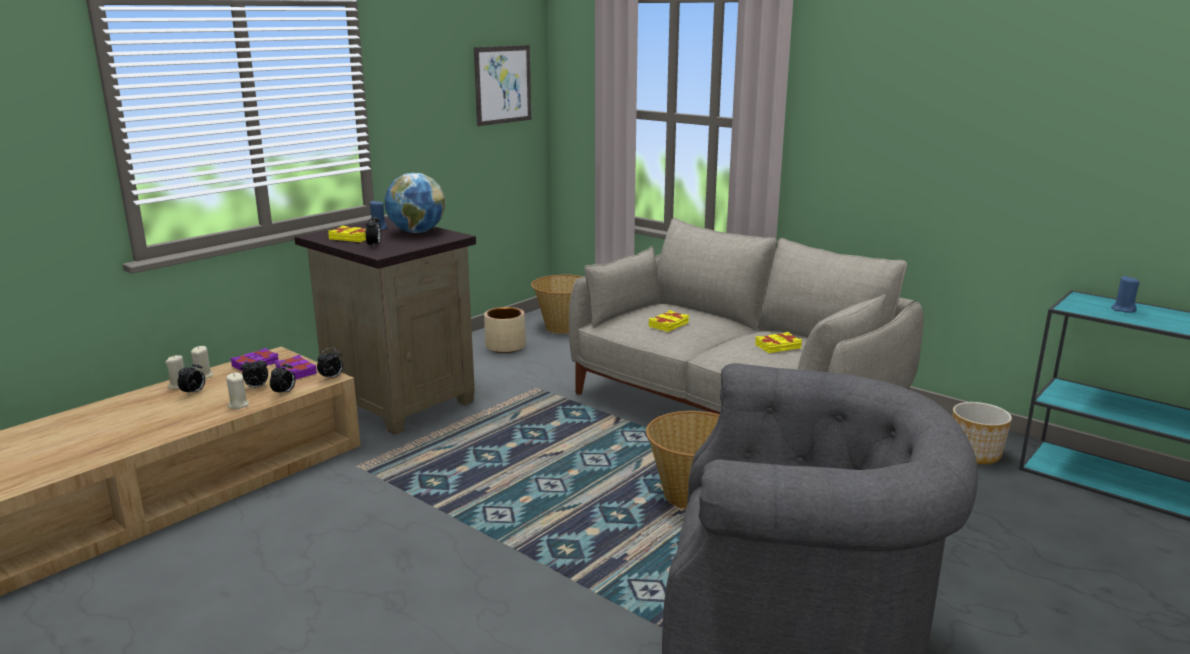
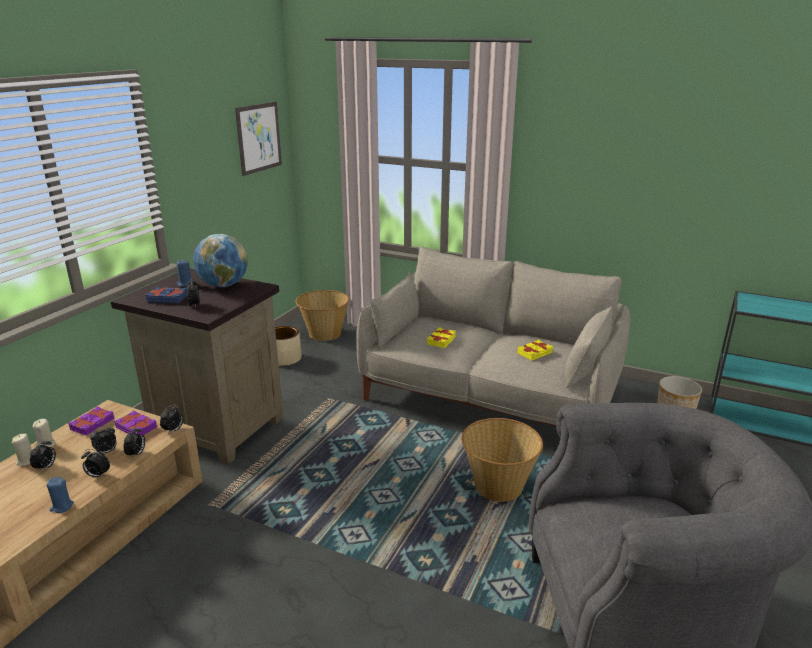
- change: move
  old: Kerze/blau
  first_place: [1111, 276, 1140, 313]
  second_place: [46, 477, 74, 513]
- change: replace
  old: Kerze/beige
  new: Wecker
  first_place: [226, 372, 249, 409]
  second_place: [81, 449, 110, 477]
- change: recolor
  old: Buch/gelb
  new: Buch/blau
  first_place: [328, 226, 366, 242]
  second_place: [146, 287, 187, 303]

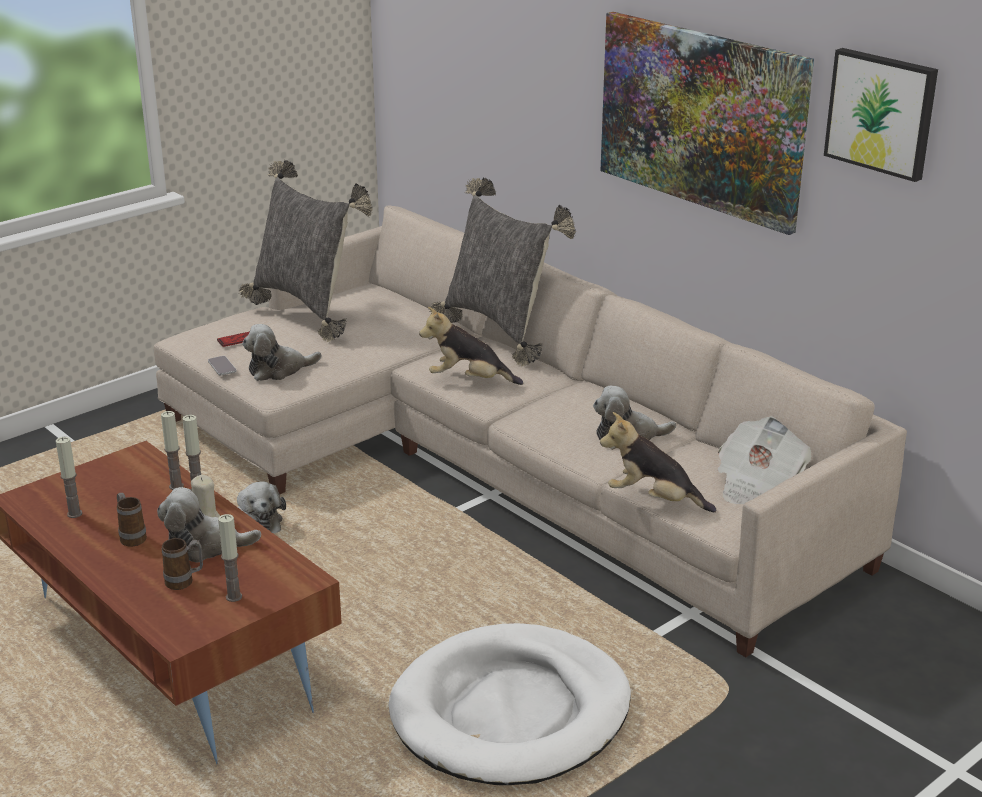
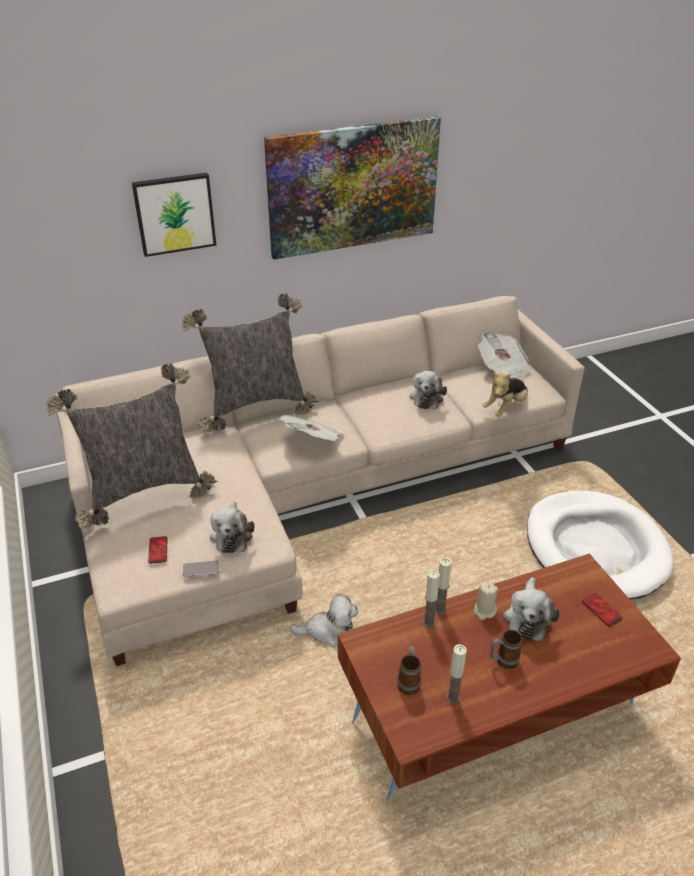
- change: move
  old: Henkelbecher
  first_place: [162, 538, 203, 590]
  second_place: [397, 646, 421, 695]
- change: move
  old: Bild
  first_place: [824, 48, 938, 182]
  second_place: [132, 173, 216, 257]
- change: replace
  old: Kerze
  new: Handy
  first_place: [218, 514, 242, 602]
  second_place: [582, 593, 623, 627]
- change: replace
  old: Plüschtier
  new: Zeitung
  first_place: [419, 307, 523, 385]
  second_place: [280, 415, 344, 441]

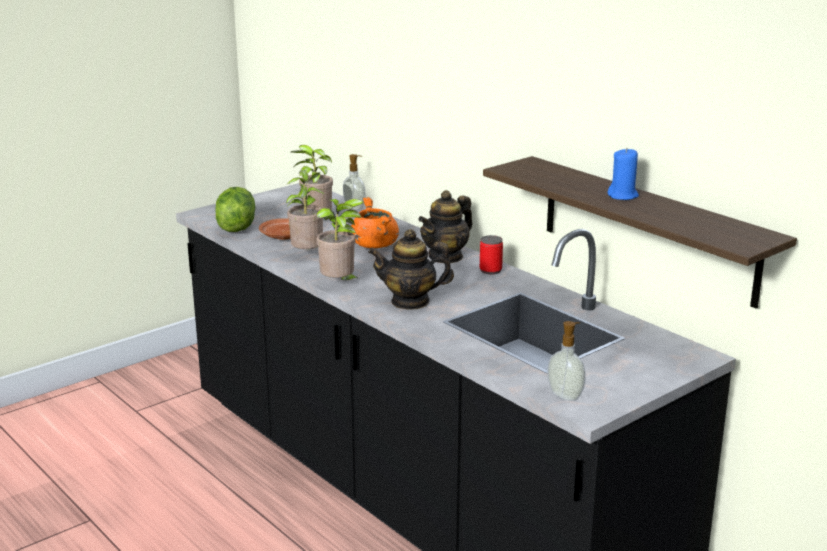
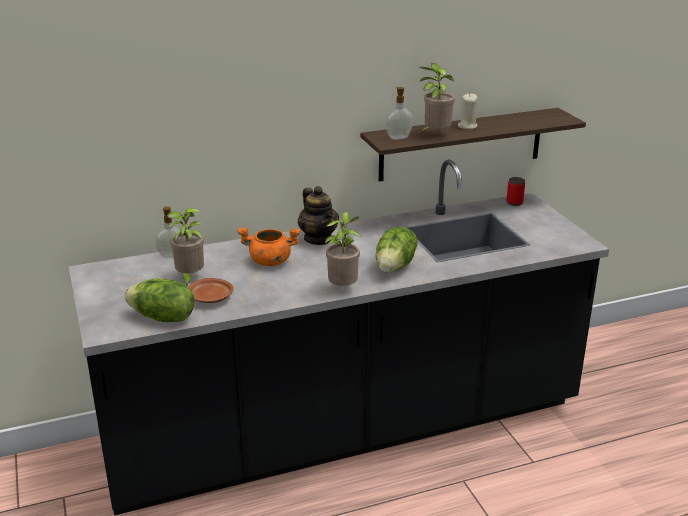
- change: move
  old: Topfpflanze
  first_place: [286, 170, 324, 249]
  second_place: [419, 63, 455, 132]
- change: move
  old: Dose
  first_place: [480, 235, 503, 274]
  second_place: [506, 177, 525, 206]
- change: move
  old: Seifenspender
  first_place: [547, 321, 586, 401]
  second_place: [386, 87, 413, 139]
- change: replace
  old: Teekanne
  new: Salatkopf
  first_place: [368, 229, 454, 310]
  second_place: [376, 227, 417, 273]
- change: recolor
  old: Kerze/blau
  new: Kerze/beige
  first_place: [608, 148, 639, 200]
  second_place: [458, 94, 478, 129]

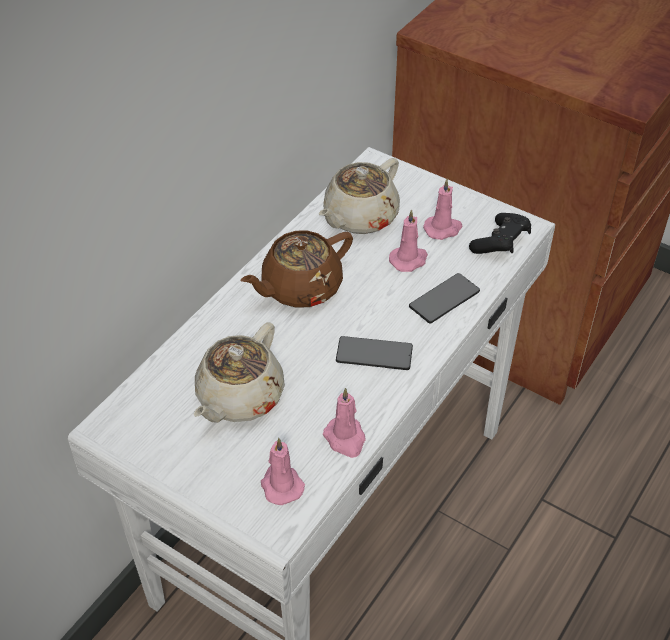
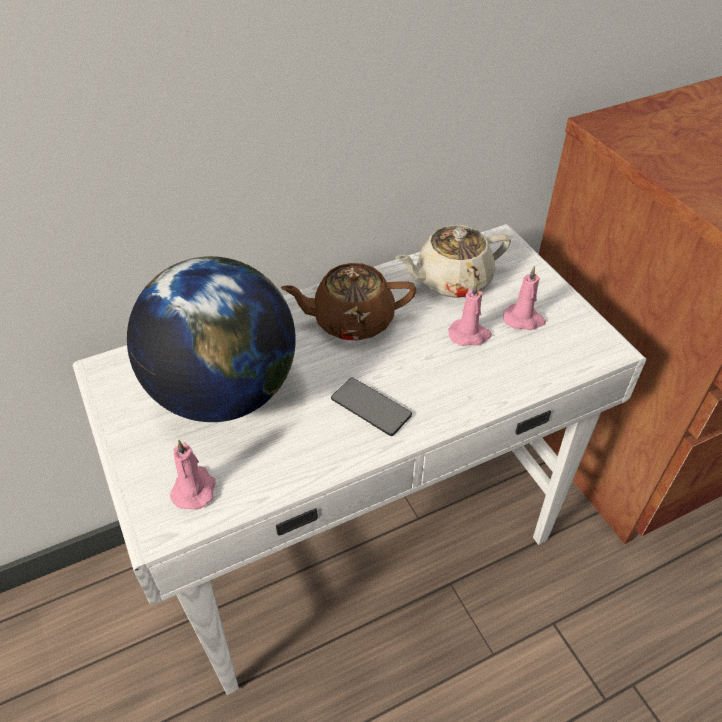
- change: delete
  old: Kerze/rosa
  first_place: [323, 388, 366, 458]
- change: delete
  old: Handy
  first_place: [409, 273, 480, 323]
- change: delete
  old: Gamepad/schwarz
  first_place: [469, 213, 531, 254]
- change: replace
  old: Teekanne/beige
  new: Globus
  first_place: [194, 322, 285, 423]
  second_place: [127, 256, 296, 422]

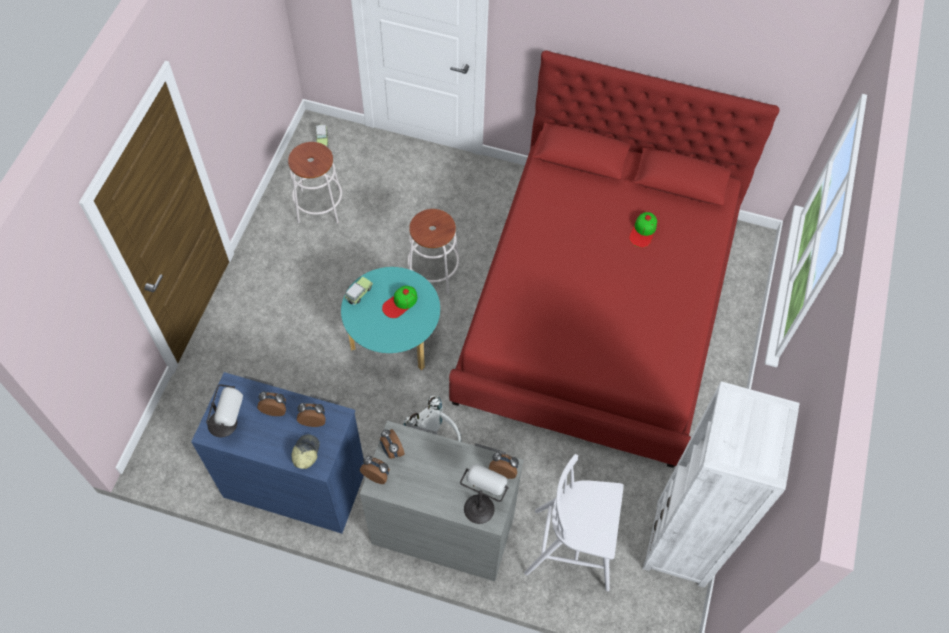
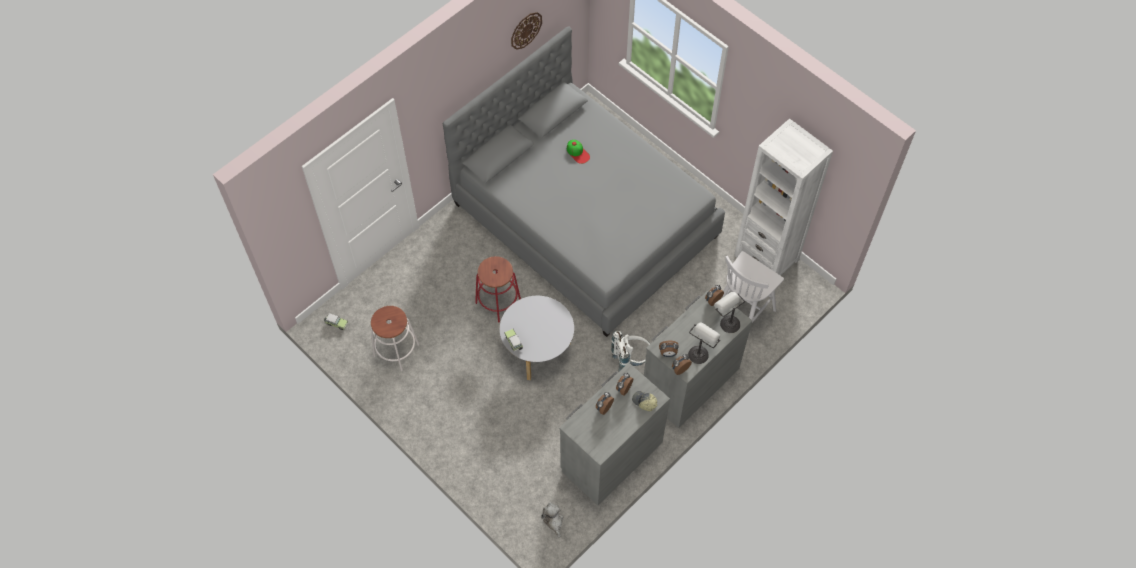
- change: delete
  old: Kappe
  first_place: [382, 286, 417, 318]
- change: insert
  new: Wanduhr
  second_place: [511, 12, 542, 50]
- change: insert
  new: Plüschtier
  second_place: [541, 503, 563, 538]
- change: move
  old: Tischlampe
  first_place: [206, 384, 243, 437]
  second_place: [688, 323, 720, 364]
- change: recolor
  old: Kommode/blau
  new: Kommode/grau
  first_place: [191, 372, 364, 533]
  second_place: [559, 363, 670, 505]
- change: recolor
  old: Couchtisch/türkis
  new: Couchtisch/grau
  first_place: [341, 267, 440, 370]
  second_place: [500, 296, 574, 381]
- change: recolor
  old: Hocker/weiß
  new: Hocker/rot
  first_place: [408, 209, 459, 294]
  second_place: [475, 256, 521, 322]
- change: recolor
  old: Bett/rot
  new: Bett/grau
  first_place: [449, 50, 779, 468]
  second_place: [443, 27, 725, 337]

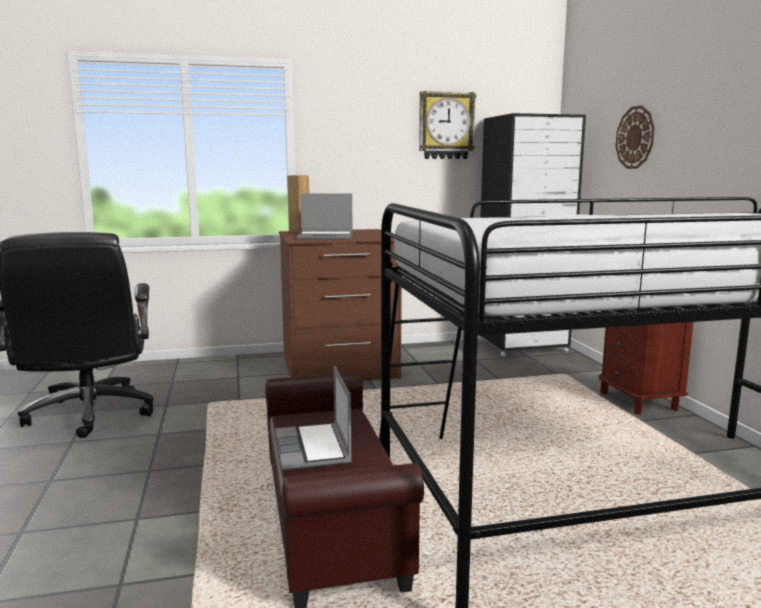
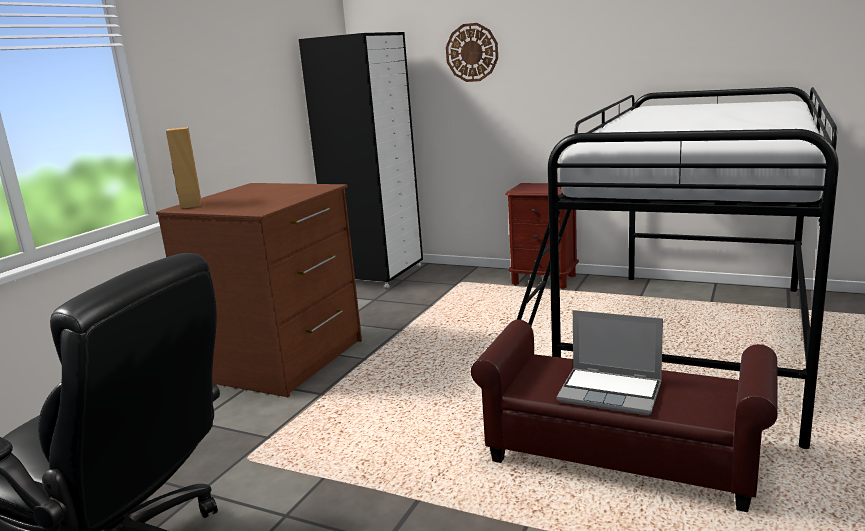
- change: delete
  old: Laptop
  first_place: [297, 194, 353, 240]
- change: delete
  old: Wanduhr
  first_place: [419, 91, 476, 159]

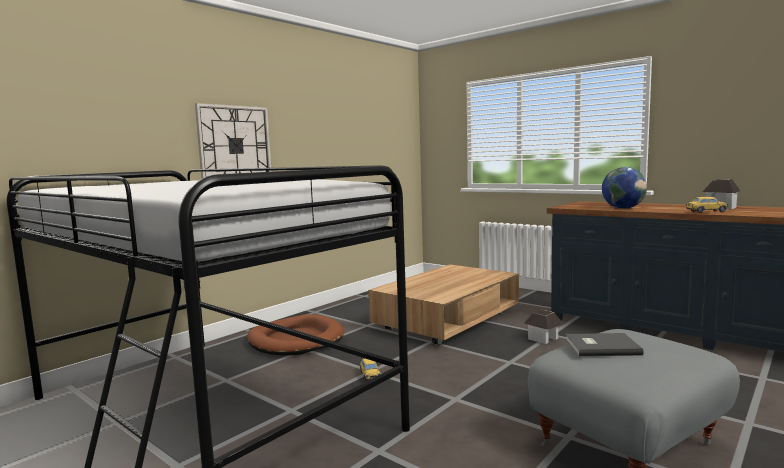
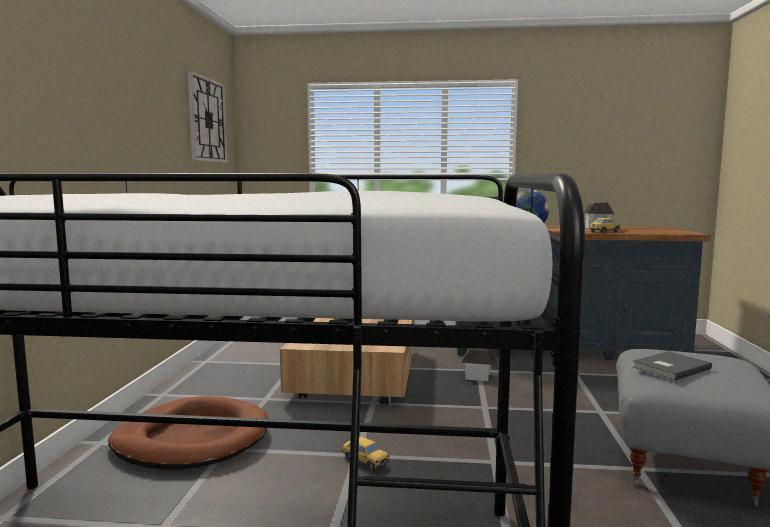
- change: move
  old: Wanduhr
  first_place: [195, 103, 272, 179]
  second_place: [188, 71, 227, 163]

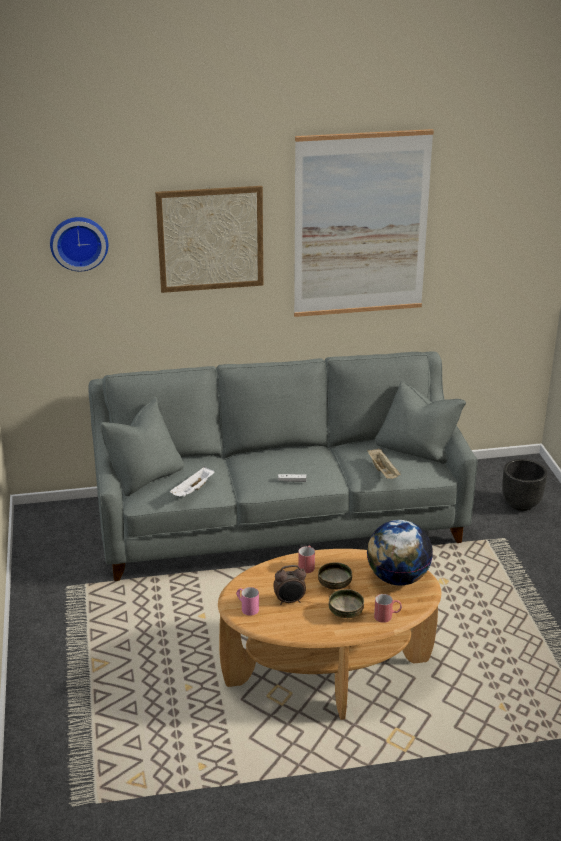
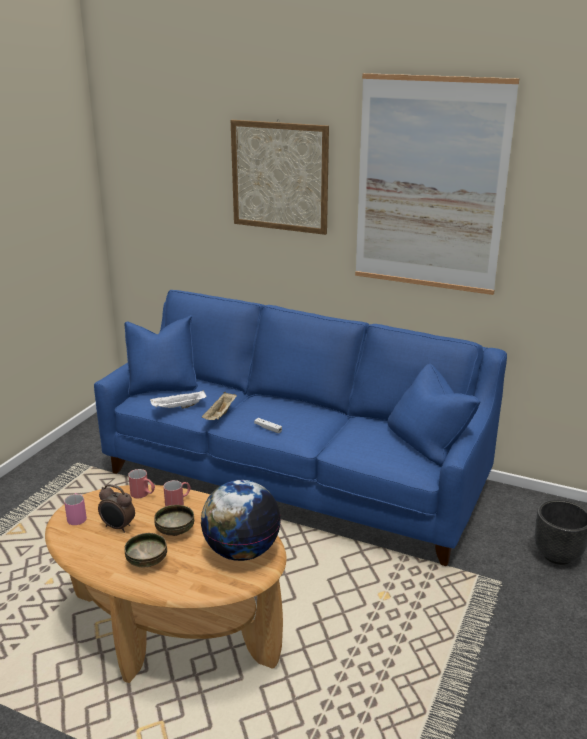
- change: delete
  old: Wanduhr
  first_place: [50, 217, 108, 272]
- change: move
  old: Tablett/beige
  first_place: [367, 449, 401, 479]
  second_place: [202, 392, 237, 420]
- change: move
  old: Henkelbecher/rot
  first_place: [374, 594, 402, 623]
  second_place: [128, 469, 155, 498]
- change: recolor
  old: Sofa/grau
  new: Sofa/blau
  first_place: [88, 351, 477, 581]
  second_place: [94, 290, 507, 566]

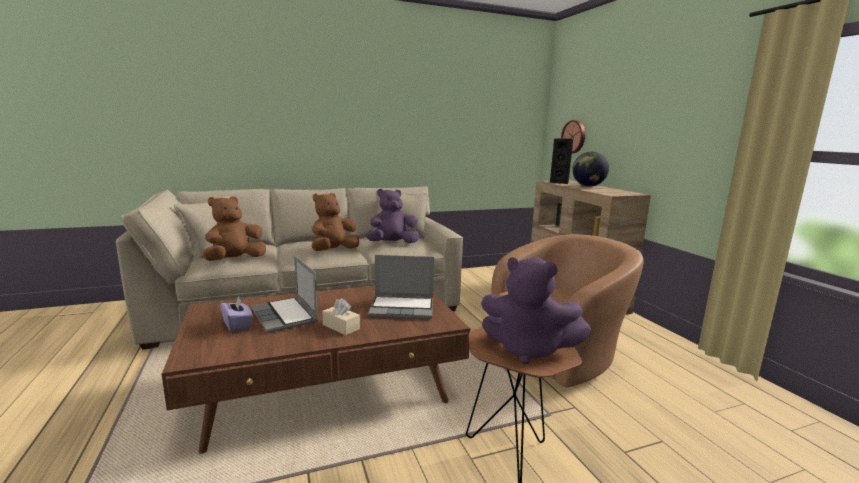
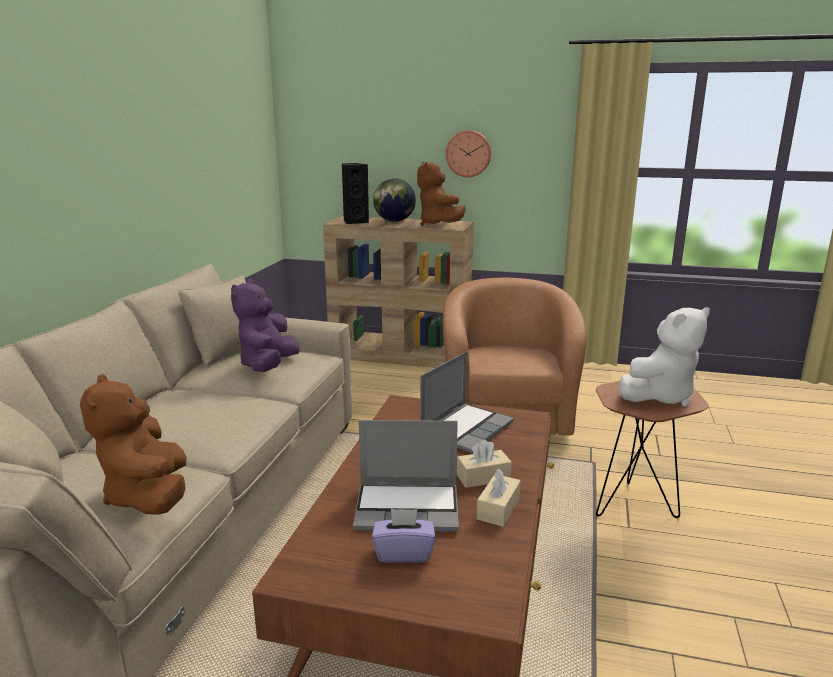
- change: insert
  new: Taschentuchbox/beige
  second_place: [477, 469, 521, 527]
- change: move
  old: Plüschtier/braun
  first_place: [312, 193, 359, 251]
  second_place: [417, 161, 466, 226]
- change: move
  old: Wanduhr
  first_place: [561, 120, 585, 153]
  second_place: [446, 130, 491, 177]
- change: recolor
  old: Plüschtier/lila
  new: Plüschtier/weiß
  first_place: [481, 257, 591, 364]
  second_place: [619, 307, 710, 407]

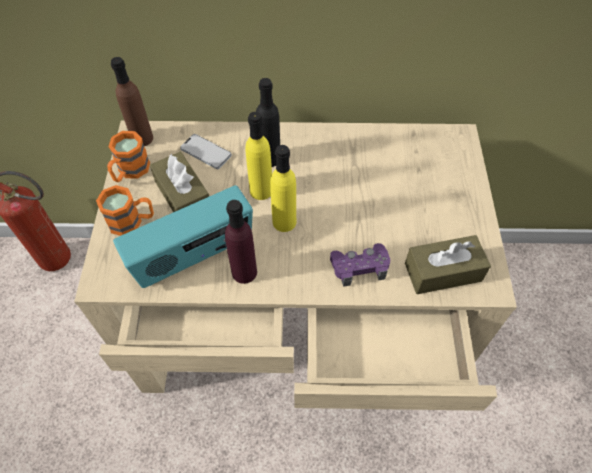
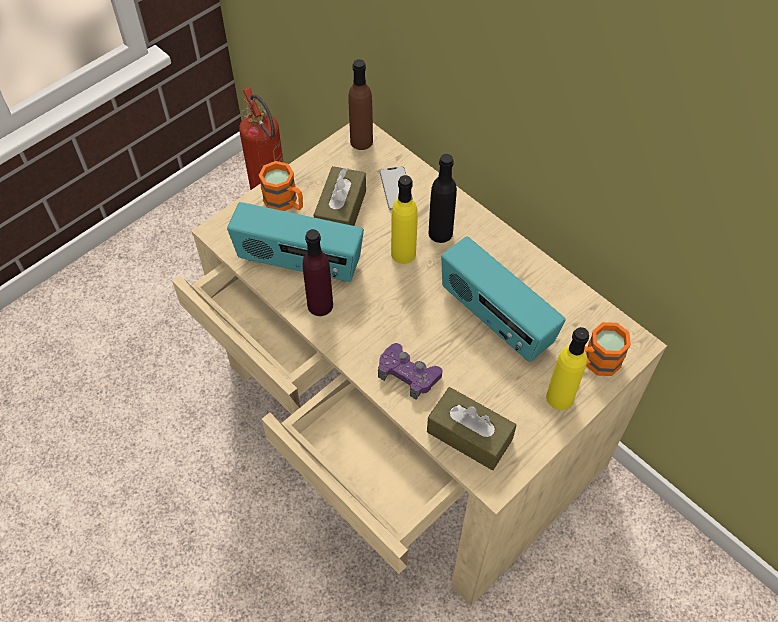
- change: insert
  new: Radio
  second_place: [441, 237, 566, 362]
- change: move
  old: Henkelbecher/orange
  first_place: [107, 131, 150, 182]
  second_place: [584, 322, 631, 376]
- change: move
  old: Flasche/gelb
  first_place: [270, 145, 296, 232]
  second_place: [546, 327, 589, 410]

